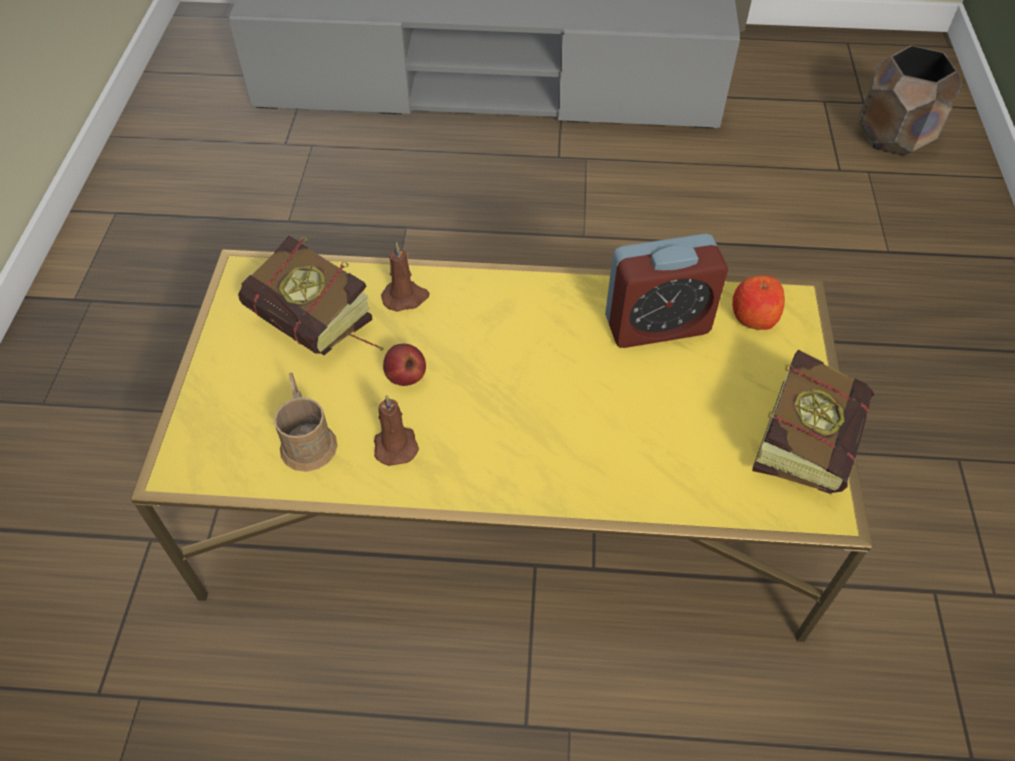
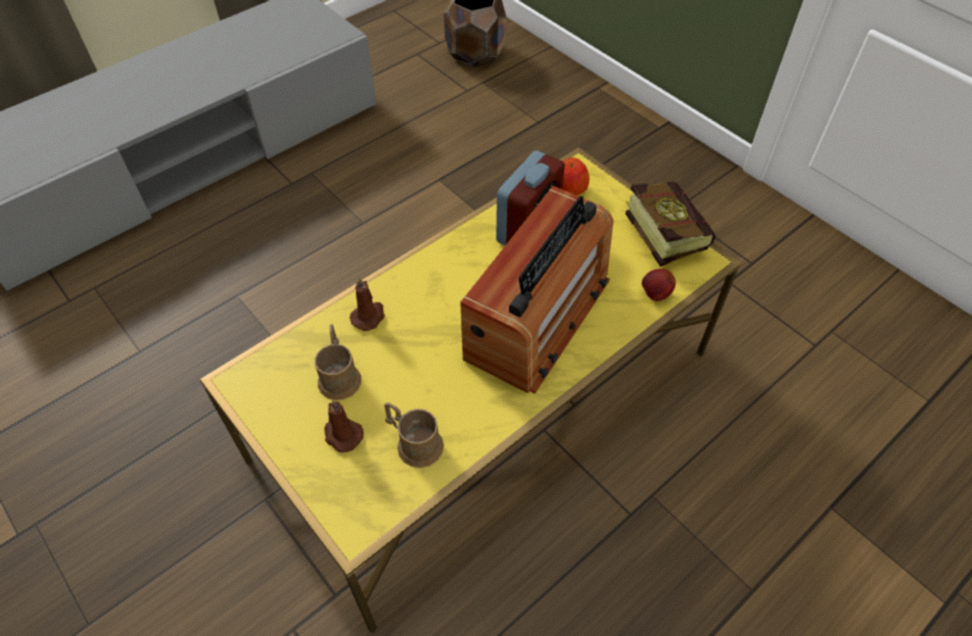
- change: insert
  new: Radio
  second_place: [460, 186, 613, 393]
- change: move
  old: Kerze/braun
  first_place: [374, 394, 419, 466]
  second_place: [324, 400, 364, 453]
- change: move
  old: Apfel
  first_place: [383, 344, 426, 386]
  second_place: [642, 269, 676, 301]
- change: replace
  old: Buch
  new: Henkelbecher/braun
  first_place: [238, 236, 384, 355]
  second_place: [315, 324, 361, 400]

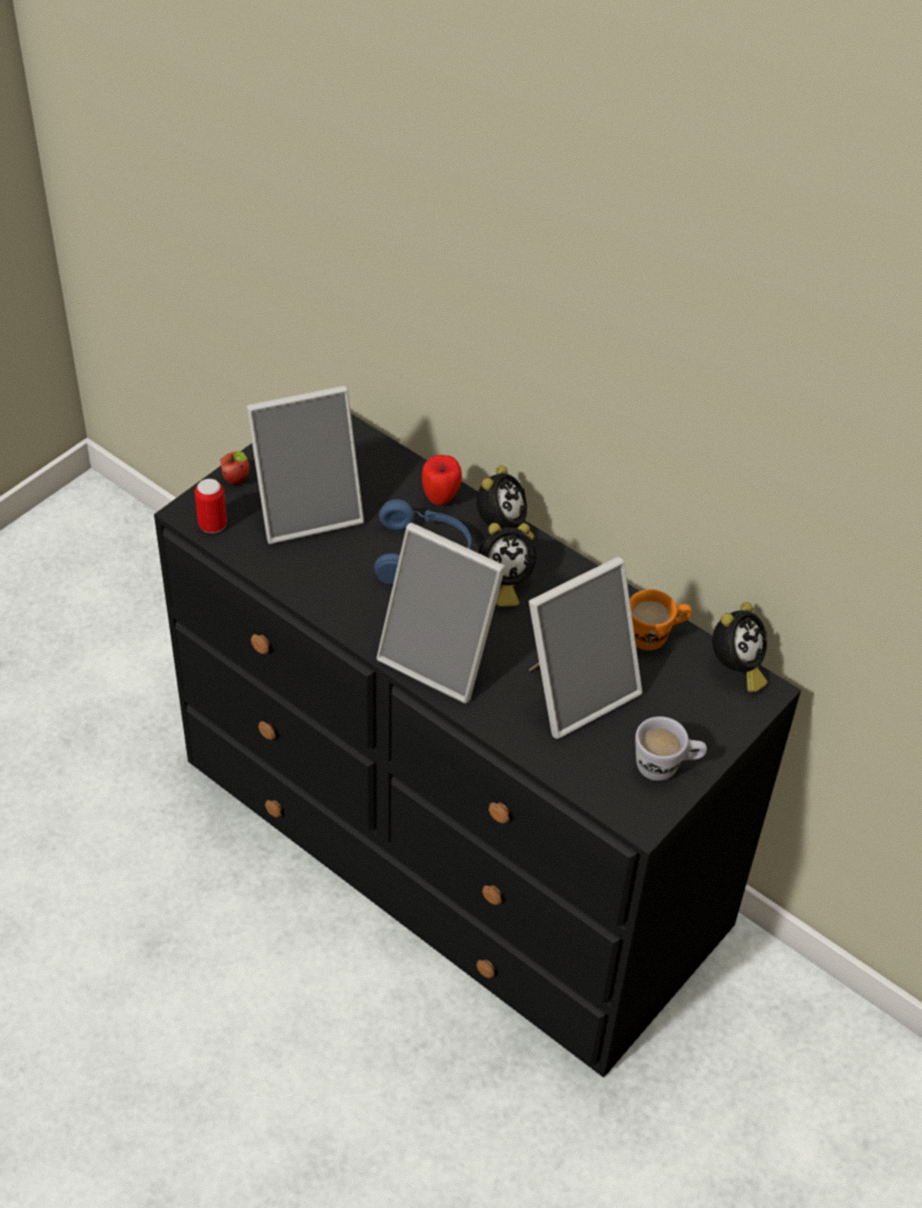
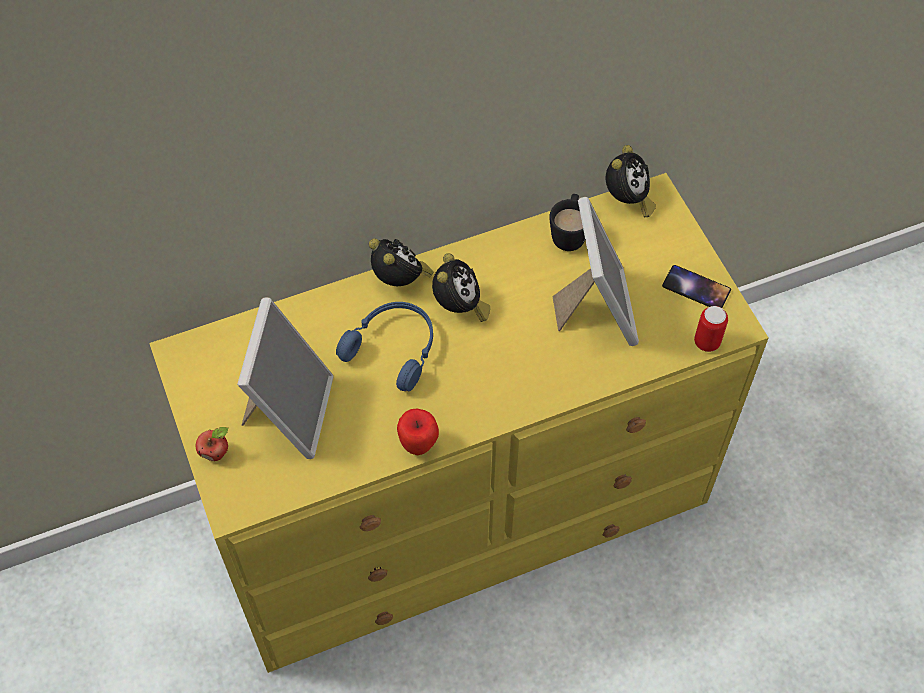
- change: delete
  old: Bilderrahmen
  first_place: [376, 523, 505, 703]
- change: move
  old: Dose
  first_place: [195, 479, 227, 533]
  second_place: [694, 306, 728, 352]
- change: move
  old: Apfel
  first_place: [422, 455, 462, 505]
  second_place: [397, 408, 439, 455]
- change: replace
  old: Henkelbecher/weiß
  new: Handy
  first_place: [635, 716, 707, 781]
  second_place: [662, 265, 731, 308]
- change: recolor
  old: Kommode/schwarz
  new: Kommode/gelb
  first_place: [154, 414, 801, 1078]
  second_place: [149, 173, 769, 673]
- change: recolor
  old: Henkelbecher/orange
  new: Henkelbecher/schwarz
  first_place: [630, 589, 692, 650]
  second_place: [549, 194, 585, 251]
- change: rotate
  old: Wecker
  first_place: [712, 602, 767, 693]
  second_place: [606, 145, 656, 217]
  degrees: 45

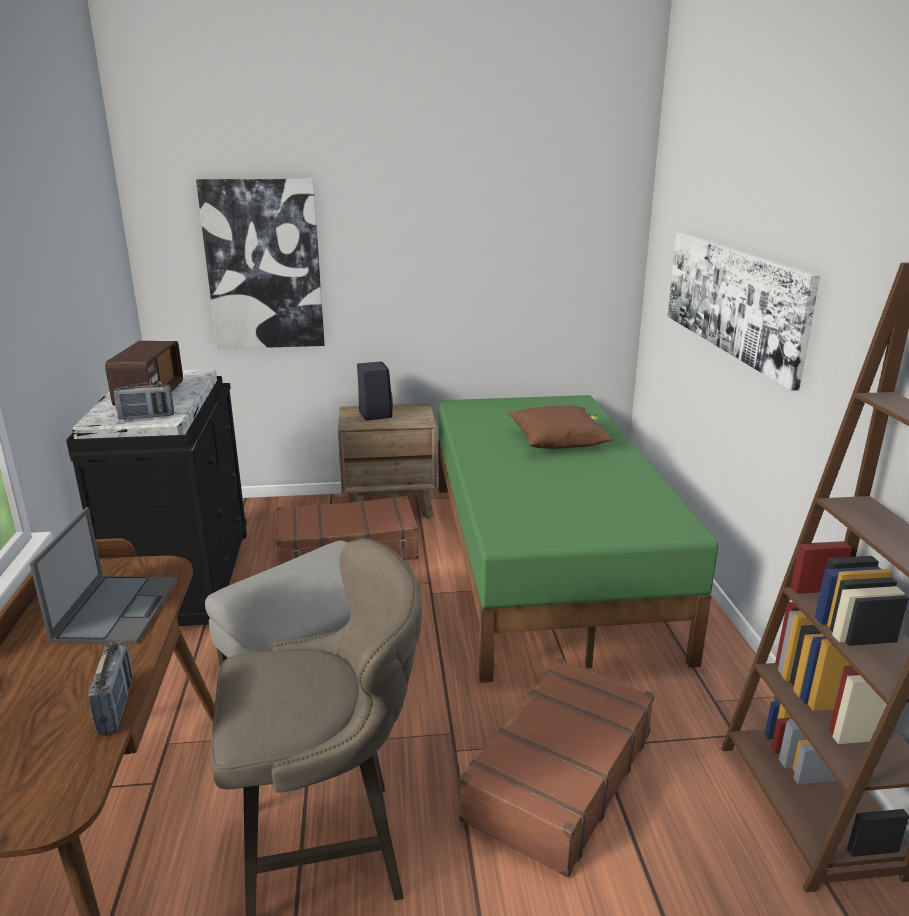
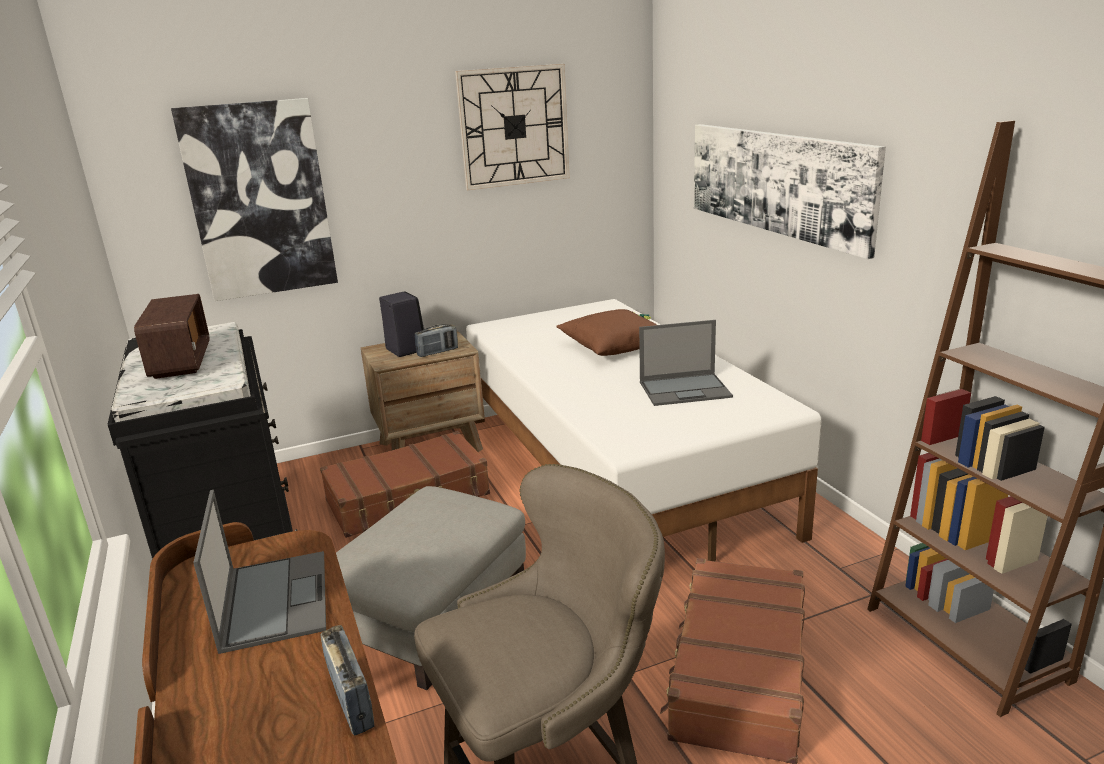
- change: insert
  new: Wanduhr
  second_place: [455, 64, 570, 190]
- change: insert
  new: Laptop
  second_place: [639, 320, 733, 406]
- change: move
  old: Radio
  first_place: [114, 383, 174, 420]
  second_place: [415, 324, 458, 357]
- change: recolor
  old: Bett/grün
  new: Bett/weiß
  first_place: [438, 395, 718, 683]
  second_place: [466, 299, 821, 562]

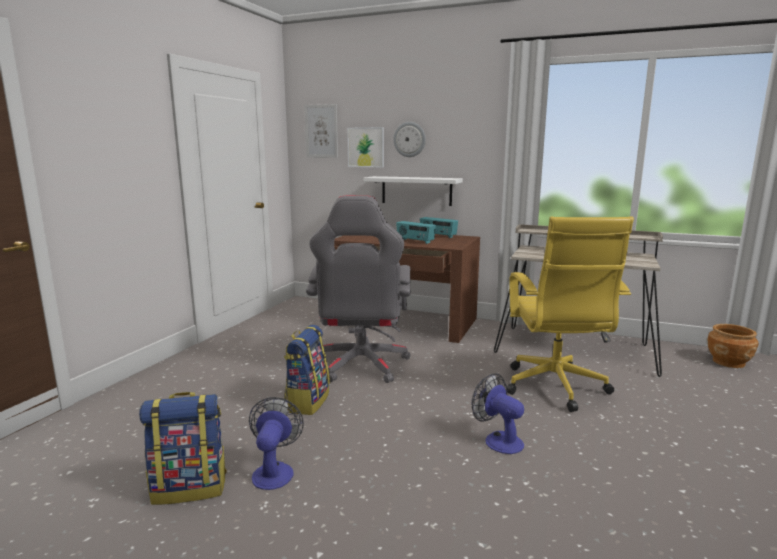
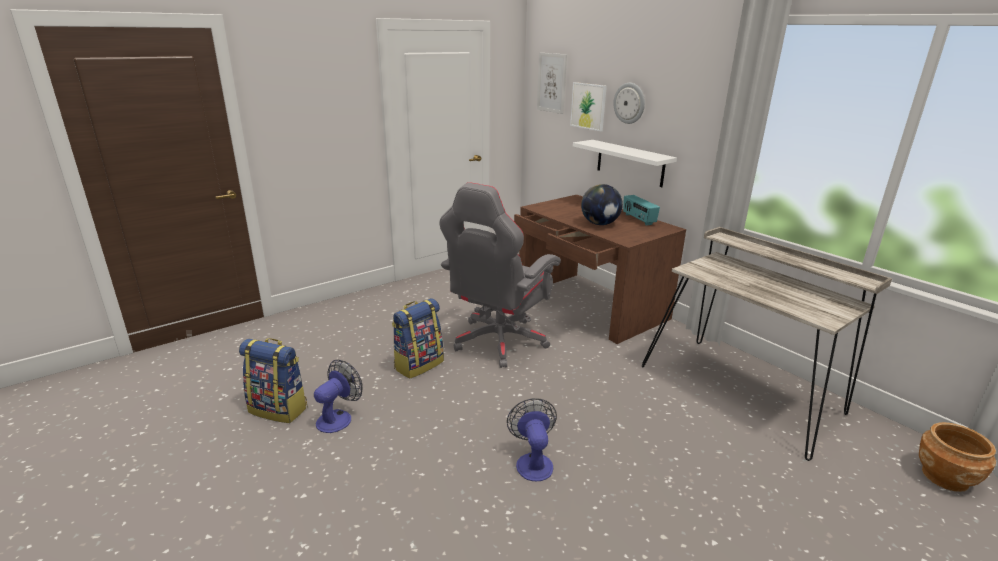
- change: delete
  old: Bürostuhl/gelb
  first_place: [507, 216, 634, 412]
- change: replace
  old: Radio
  new: Globus
  first_place: [396, 221, 436, 244]
  second_place: [581, 184, 623, 225]

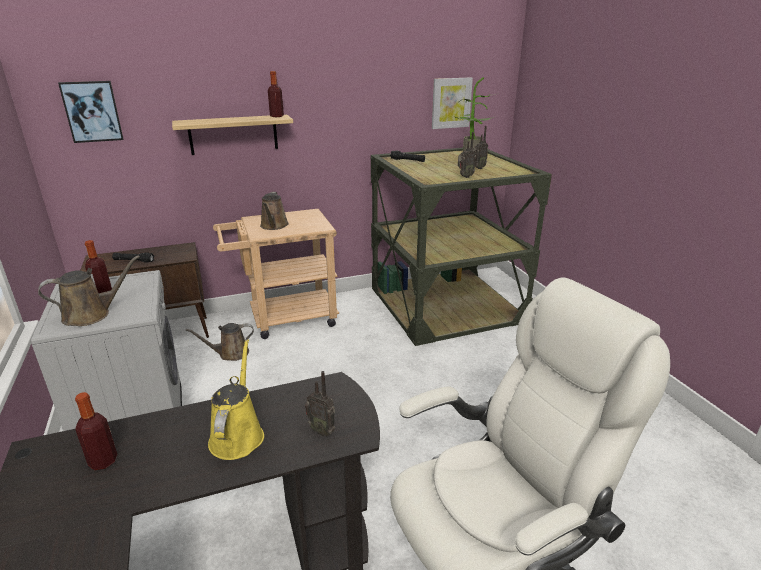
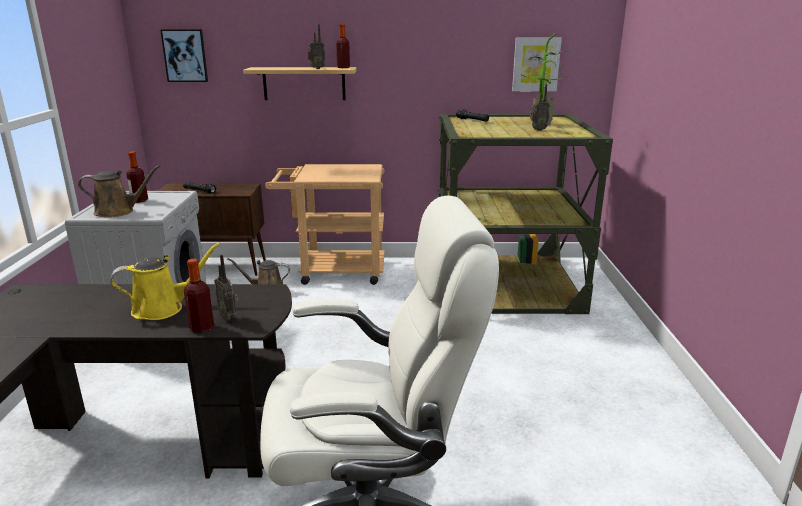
- change: delete
  old: Gießkanne/braun
  first_place: [260, 192, 289, 230]
- change: move
  old: Flasche
  first_place: [75, 392, 117, 470]
  second_place: [184, 259, 214, 333]
- change: move
  old: Radio
  first_place: [458, 132, 476, 178]
  second_place: [307, 24, 326, 69]
- change: rotate
  old: Gießkanne/gelb
  first_place: [208, 339, 264, 460]
  second_place: [111, 243, 220, 320]
  degrees: 45

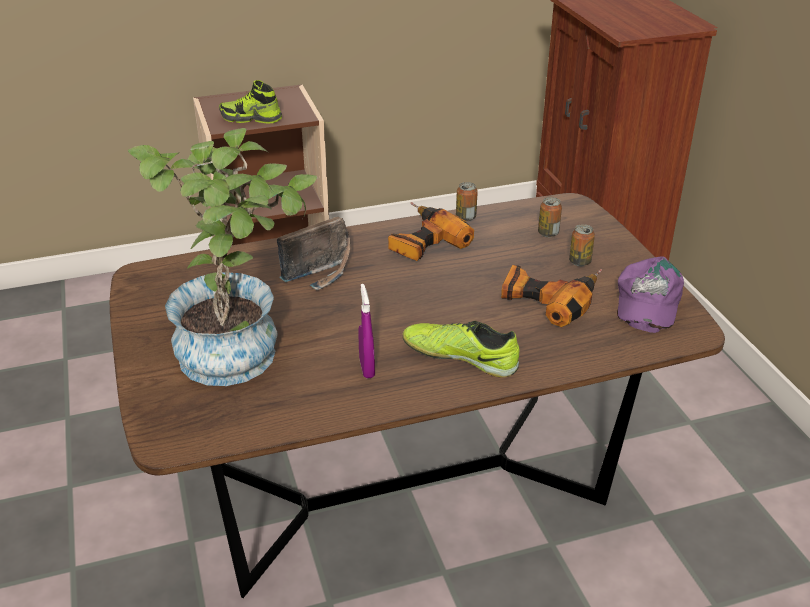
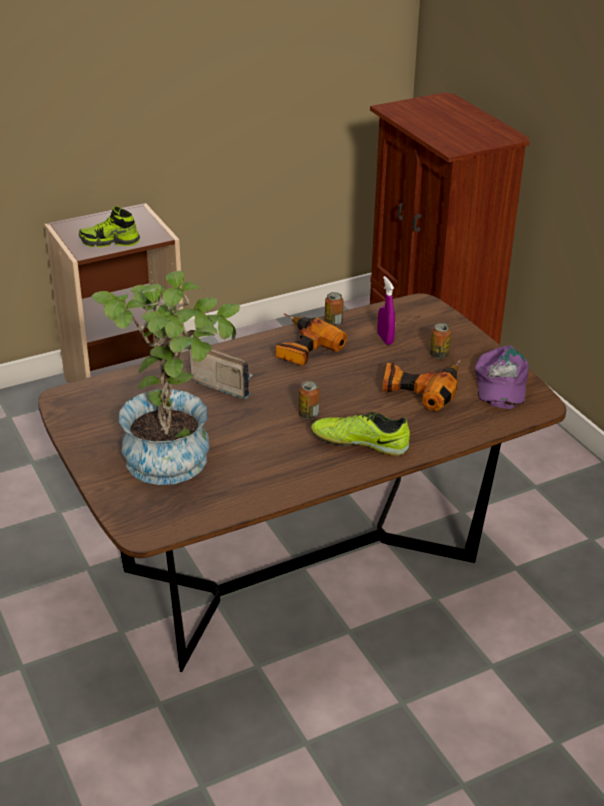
- change: move
  old: Sprühflasche/lila
  first_place: [358, 284, 375, 378]
  second_place: [377, 276, 395, 345]
- change: move
  old: Dose
  first_place: [538, 197, 562, 237]
  second_place: [299, 381, 320, 419]
- change: rotate
  old: Radio
  first_place: [277, 217, 350, 290]
  second_place: [189, 349, 253, 399]
  degrees: -105

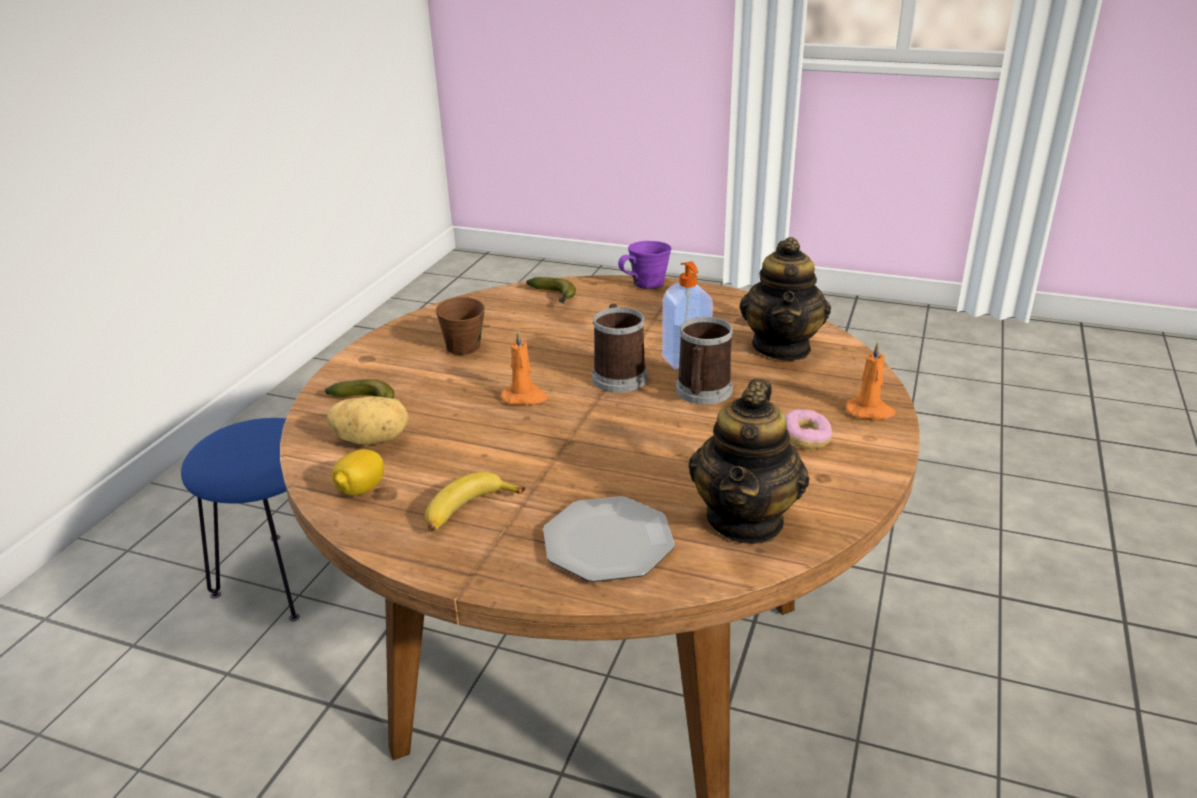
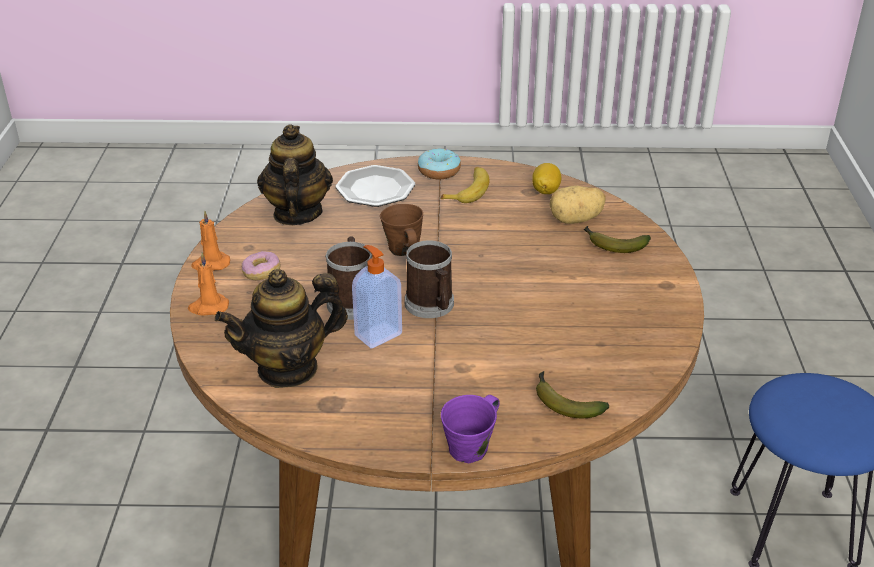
- change: insert
  new: Donut
  second_place: [418, 148, 461, 179]
- change: move
  old: Henkelbecher/braun
  first_place: [436, 297, 485, 355]
  second_place: [380, 204, 423, 256]
- change: move
  old: Kerze/orange
  first_place: [501, 330, 548, 405]
  second_place: [191, 210, 230, 271]
- change: rotate
  old: Teekanne
  first_place: [740, 237, 831, 361]
  second_place: [215, 269, 348, 388]
  degrees: -105

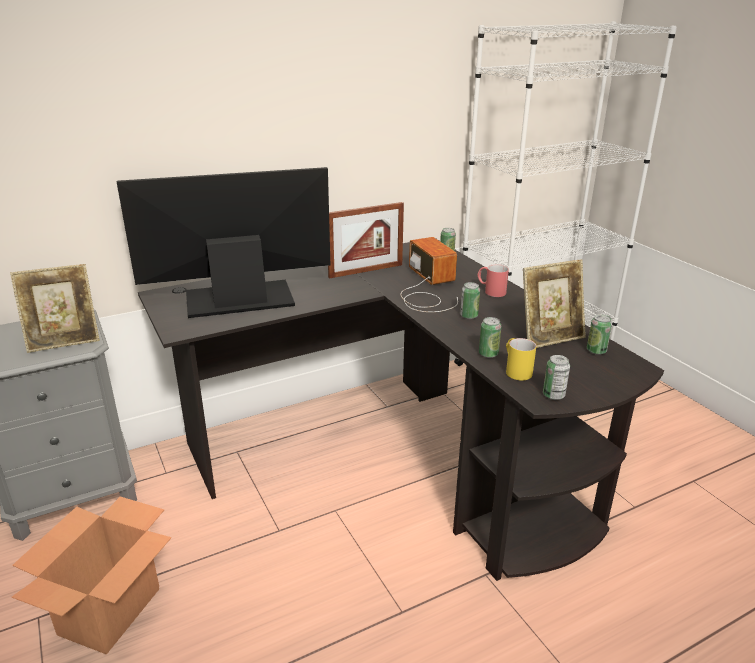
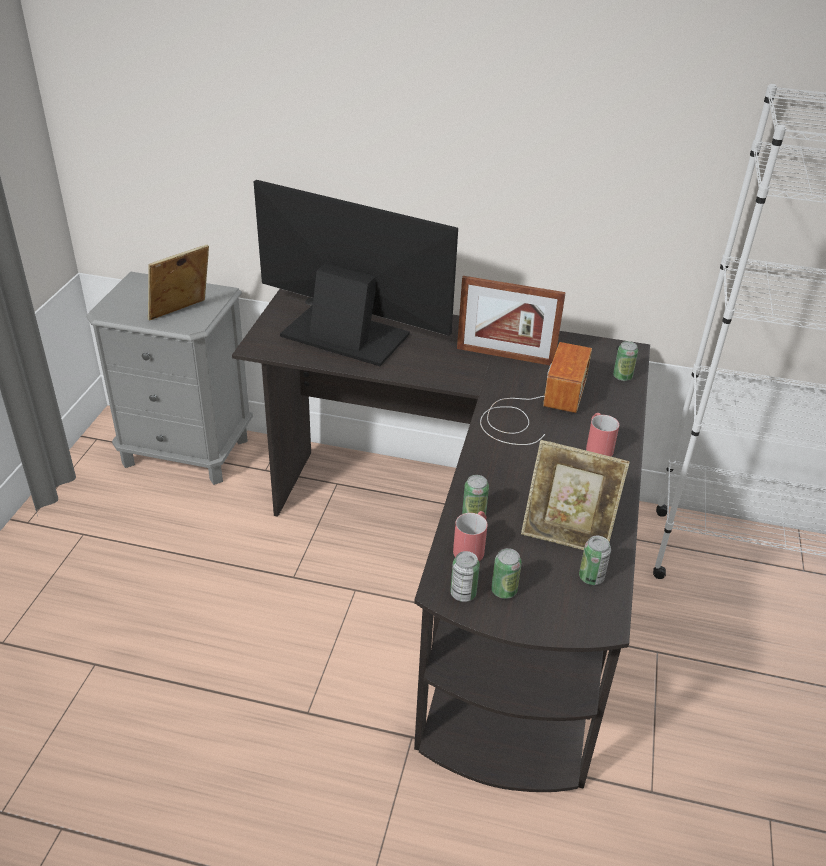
- change: delete
  old: Karton
  first_place: [12, 496, 171, 655]
- change: move
  old: Dose
  first_place: [460, 282, 480, 319]
  second_place: [491, 548, 522, 599]
- change: recolor
  old: Henkelbecher/gelb
  new: Henkelbecher/rot
  first_place: [506, 338, 537, 380]
  second_place: [453, 511, 488, 561]
- change: rotate
  old: Bilderrahmen
  first_place: [10, 264, 100, 353]
  second_place: [148, 244, 209, 321]
  degrees: 120

